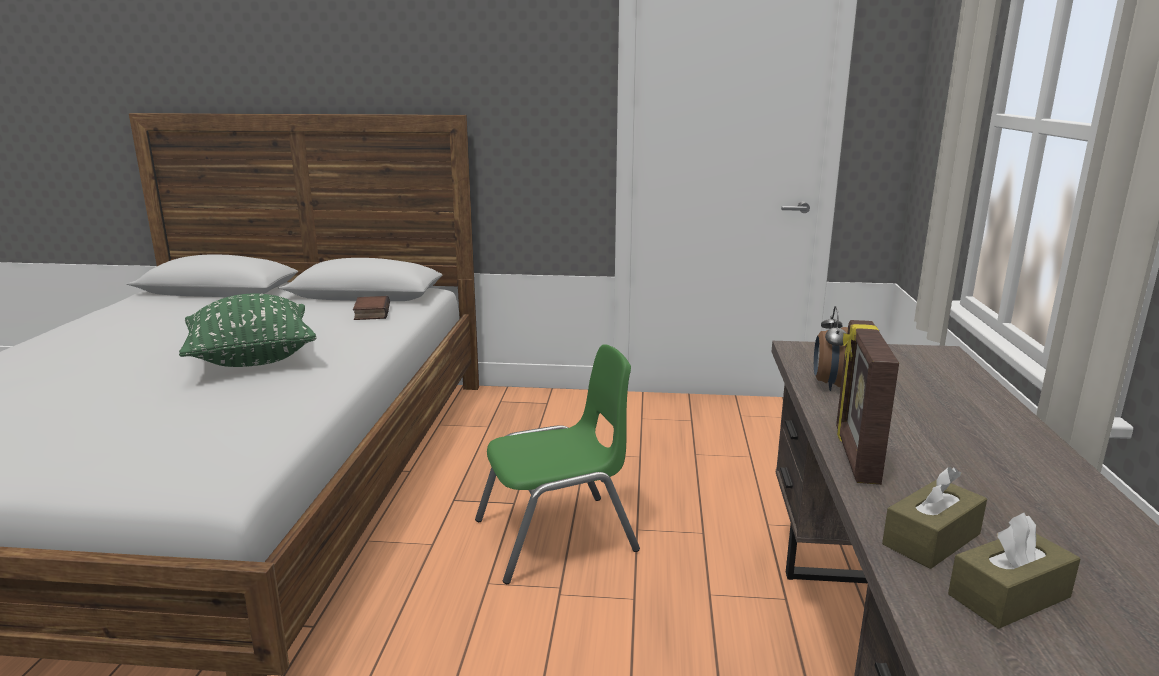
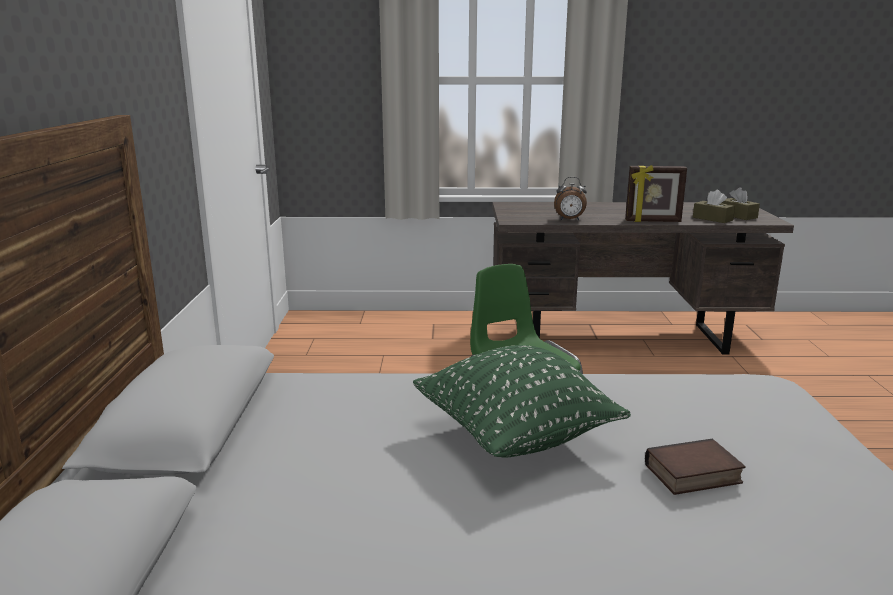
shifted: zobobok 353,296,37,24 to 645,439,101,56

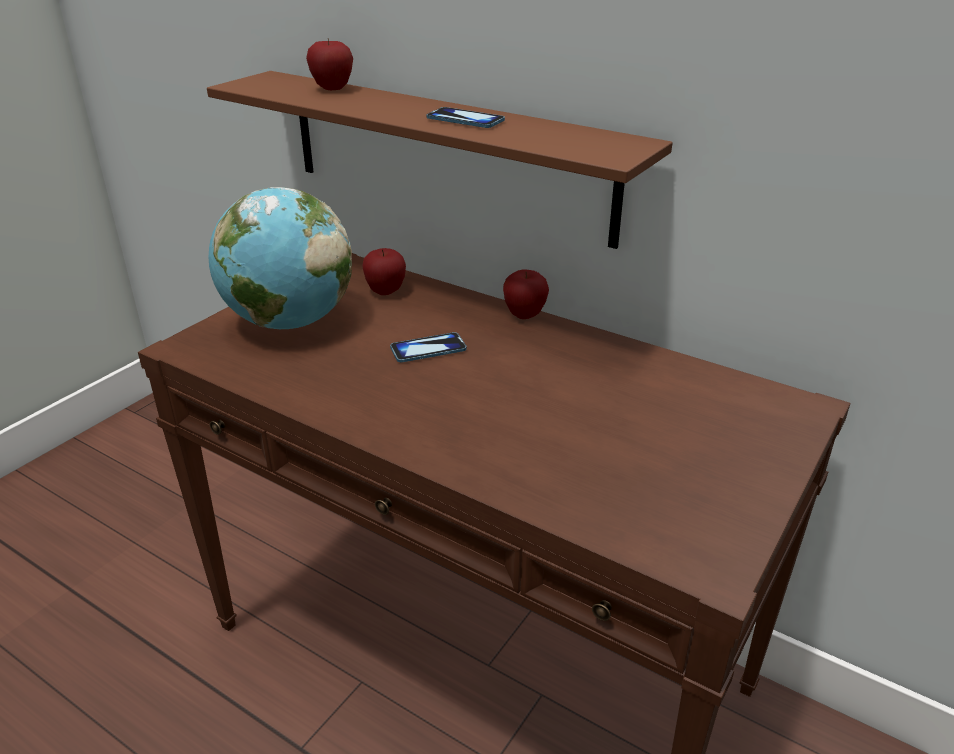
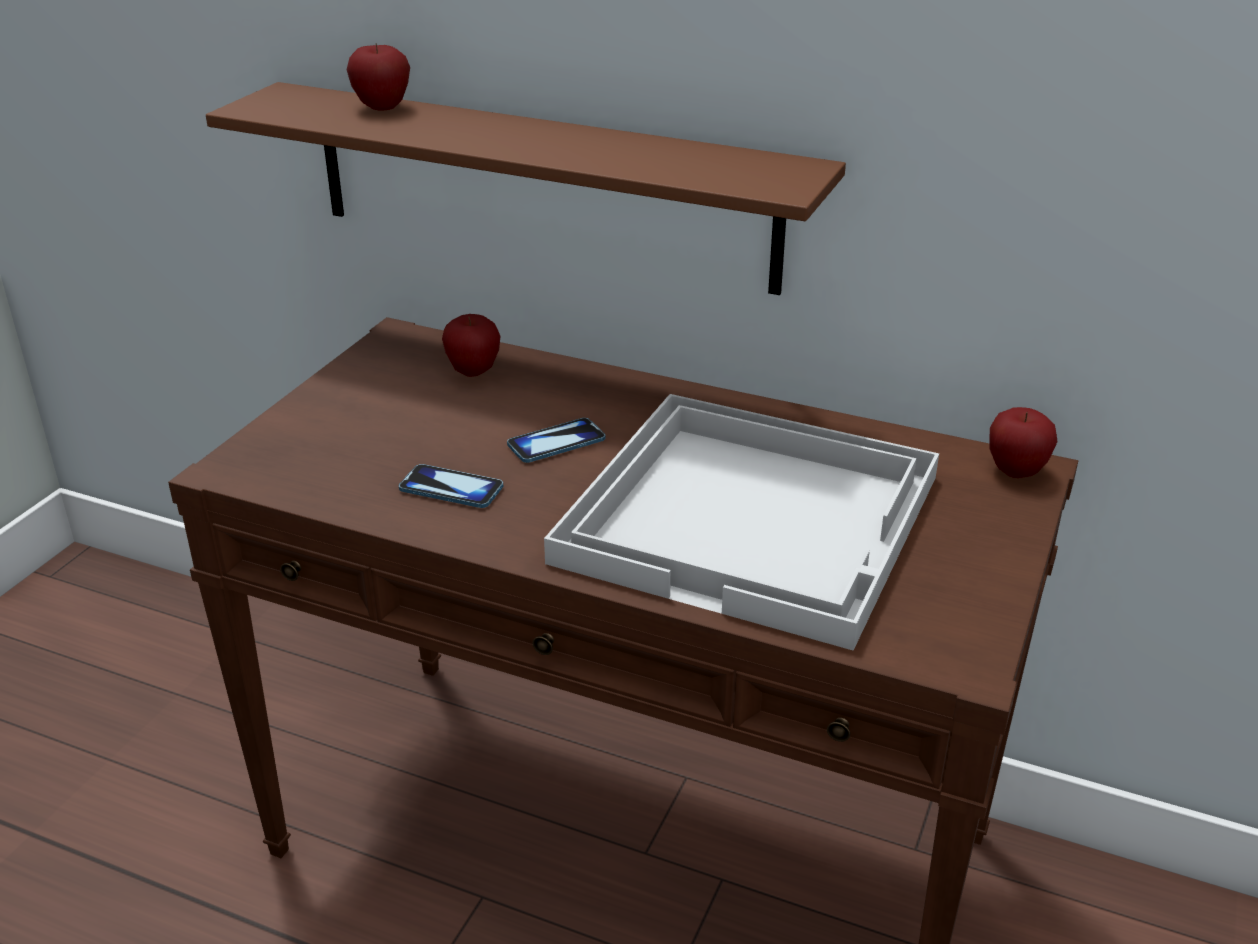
gone: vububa 209,187,143,142
new: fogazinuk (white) 544,394,395,257
shifted: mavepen 426,107,79,21 to 399,464,104,44; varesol 503,270,46,49 to 989,407,68,71

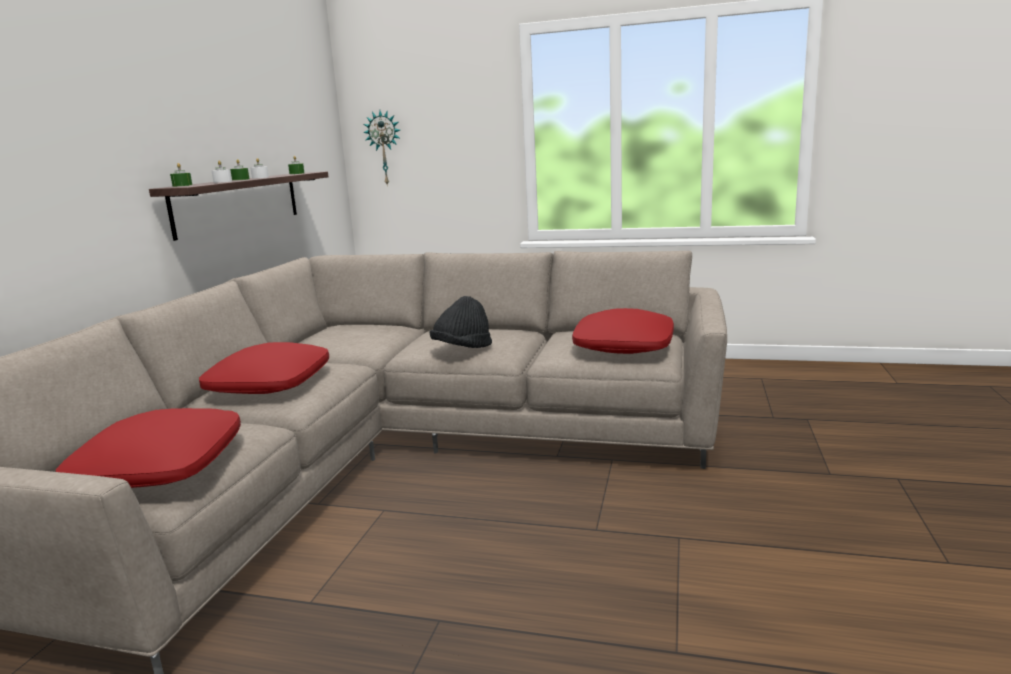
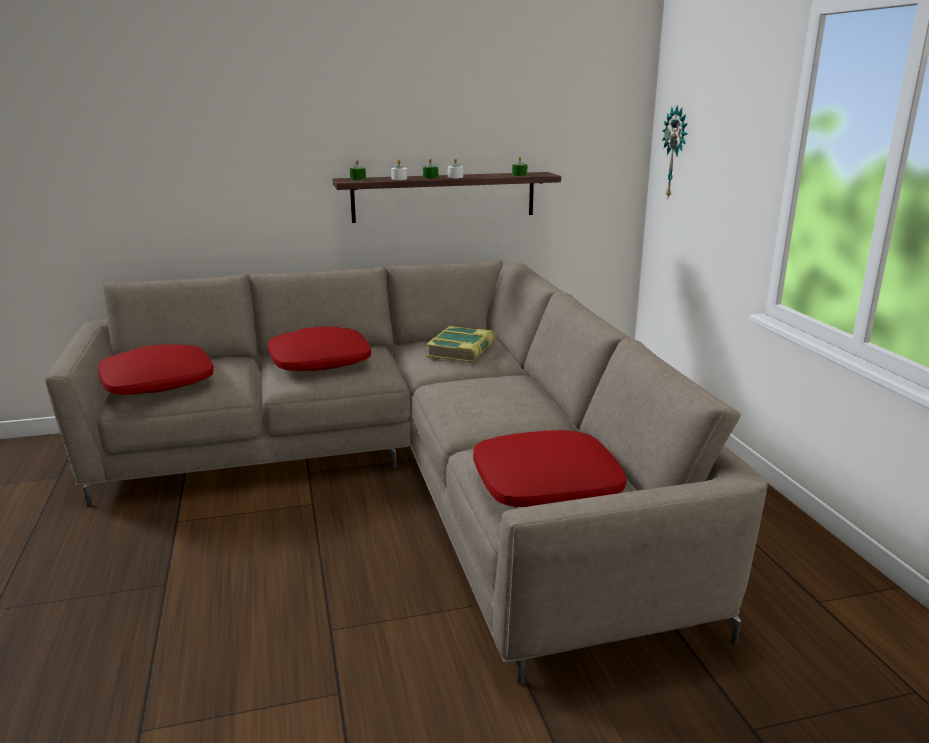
gone: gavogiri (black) 430,296,62,52
new: zobobok 426,326,70,37

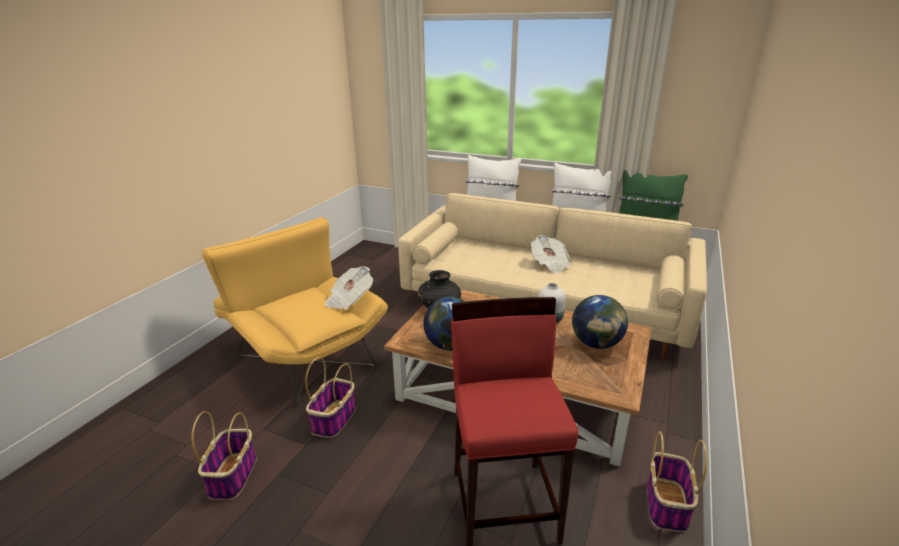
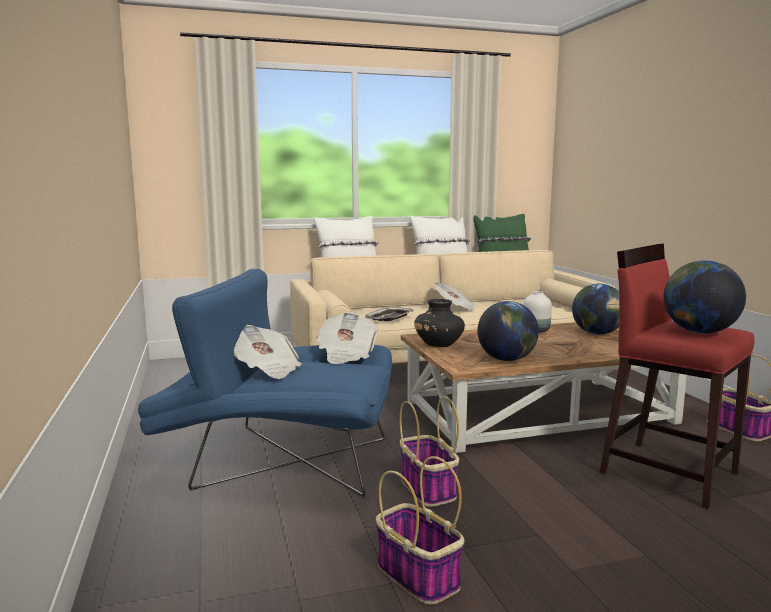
new: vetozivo 234,325,68,54; fogazinuk 365,307,49,14; vububa 663,260,83,73
repainted: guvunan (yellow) 202,217,186,189 to guvunan (blue) 138,269,254,228

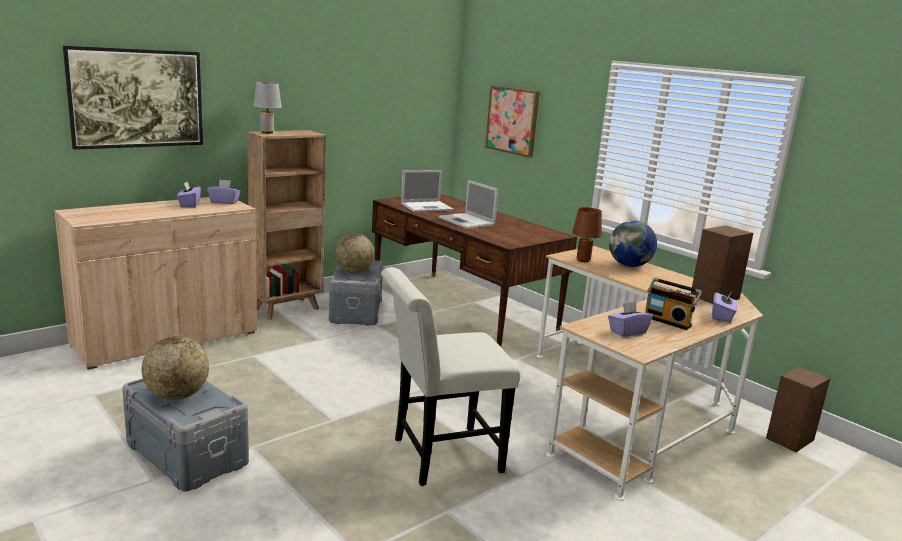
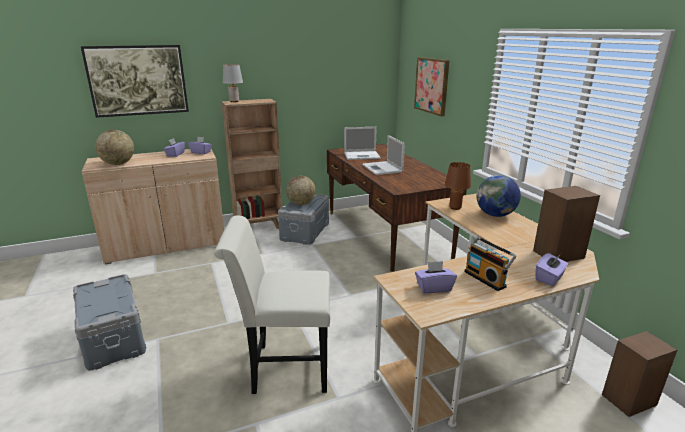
shifted: vububa 142,336,67,64 to 95,130,39,35

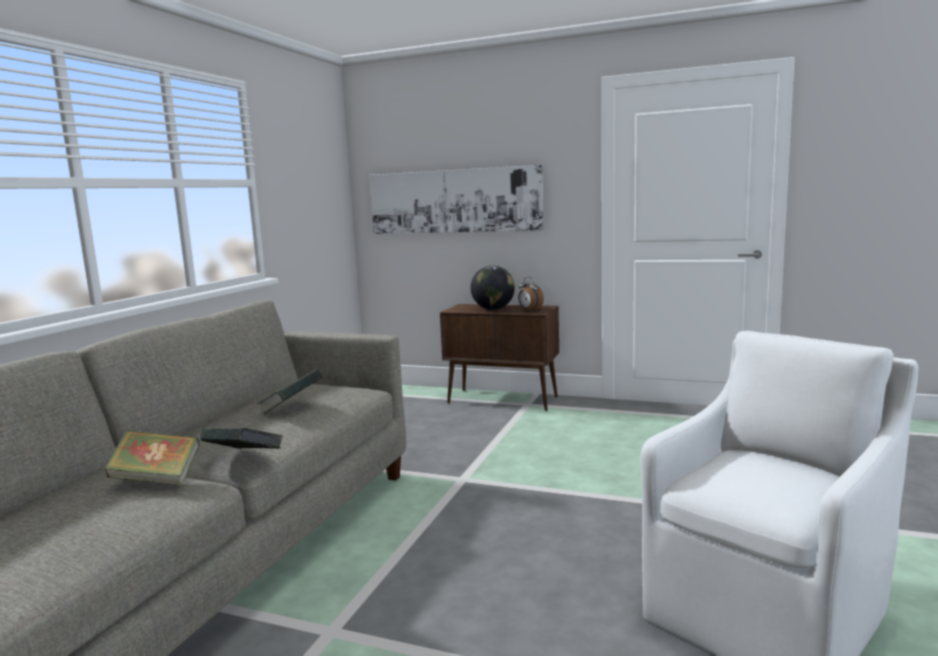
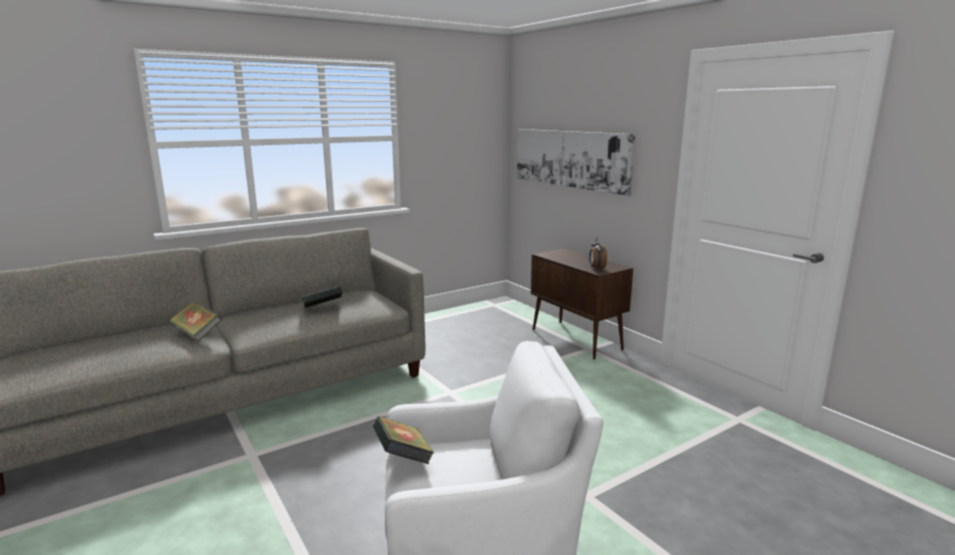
gone: vububa 471,266,44,44
shifted: zobobok 200,428,83,21 to 373,416,61,48

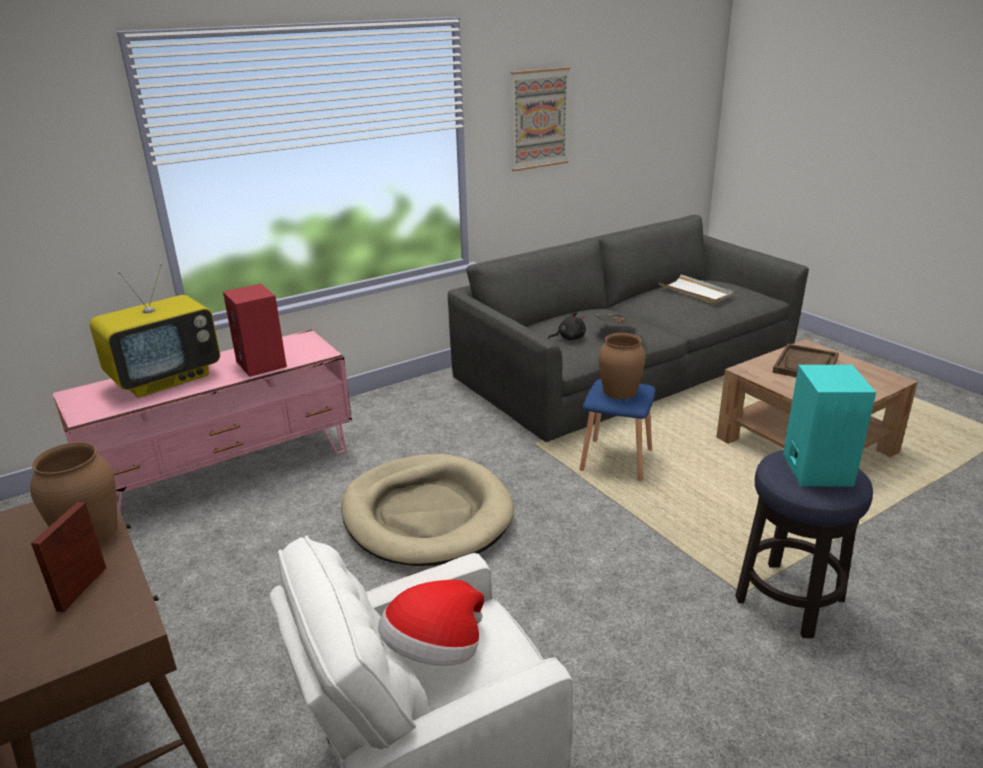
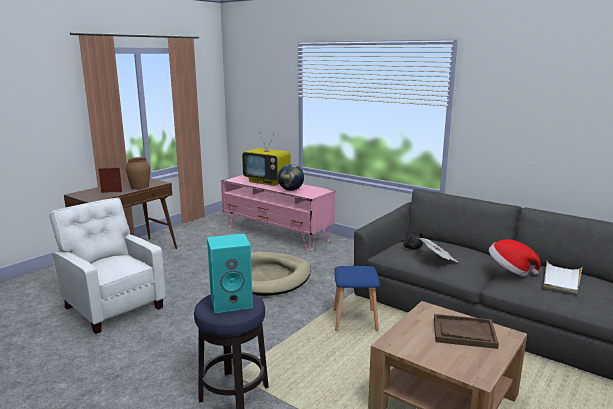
gone: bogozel 511,67,59,104; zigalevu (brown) 599,333,47,66
shifted: gavogiri 378,580,106,86 to 489,239,52,37
swapped: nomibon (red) 223,284,64,93 to vububa 278,164,26,27

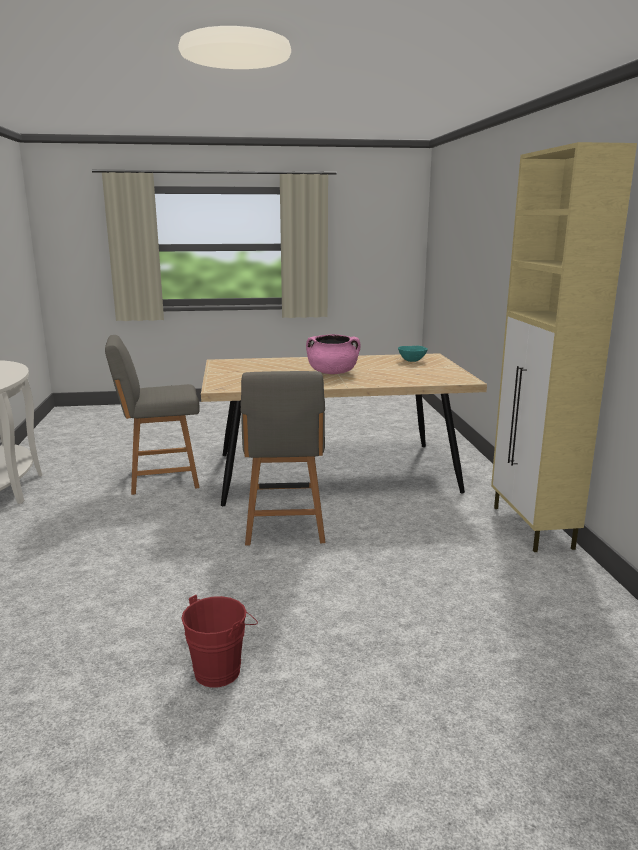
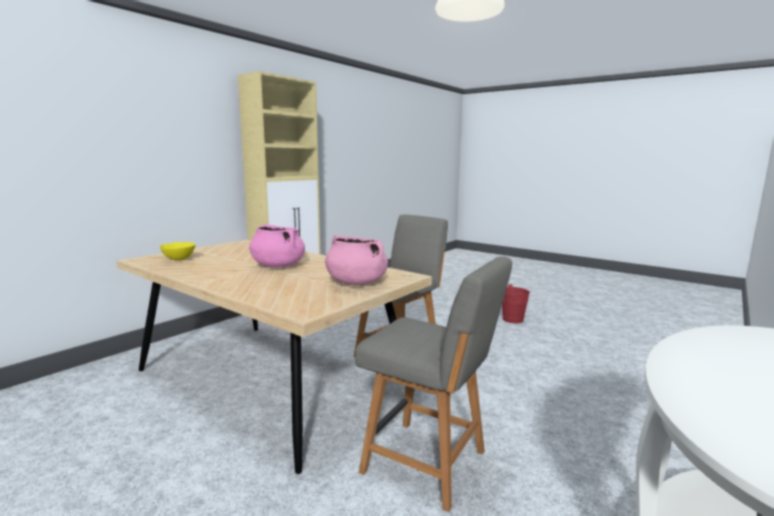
new: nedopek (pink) 325,235,63,50
repainted: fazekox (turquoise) 398,346,30,16 to fazekox (yellow) 160,242,35,18

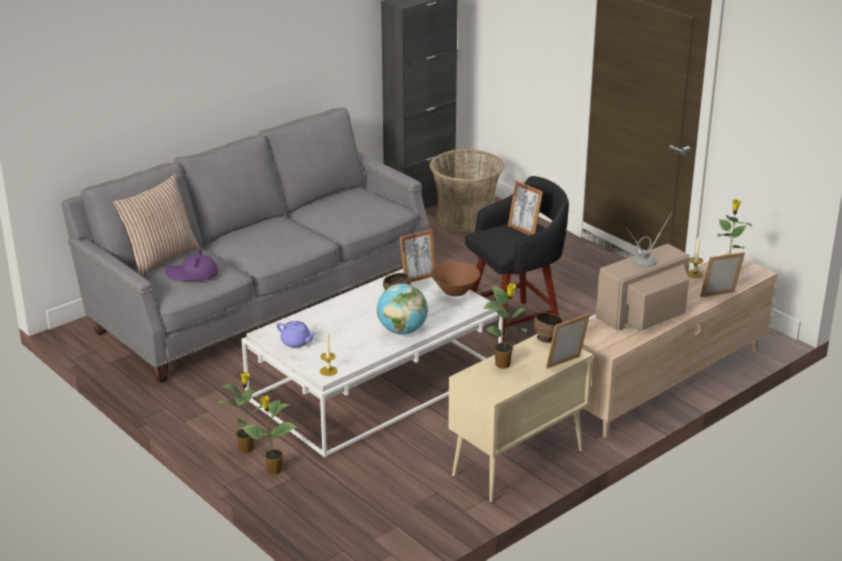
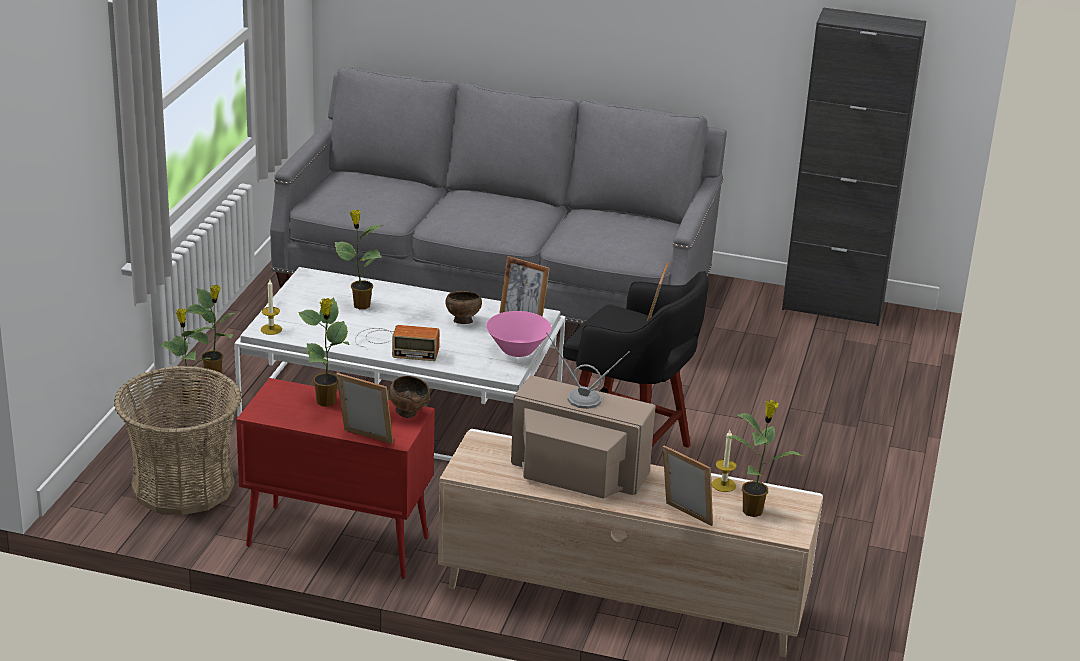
gone: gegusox 113,174,87,102; gavogiri (purple) 164,249,54,32; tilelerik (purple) 276,321,40,27
new: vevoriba 335,210,47,99
shifted: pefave 430,149,74,86 to 114,366,128,149
swapped: vububa 377,283,51,51 to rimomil 355,325,84,36
repainted: fazekox (brown) 431,262,49,34 to fazekox (pink) 486,311,65,46; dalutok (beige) 448,334,145,169 to dalutok (red) 236,378,199,201

